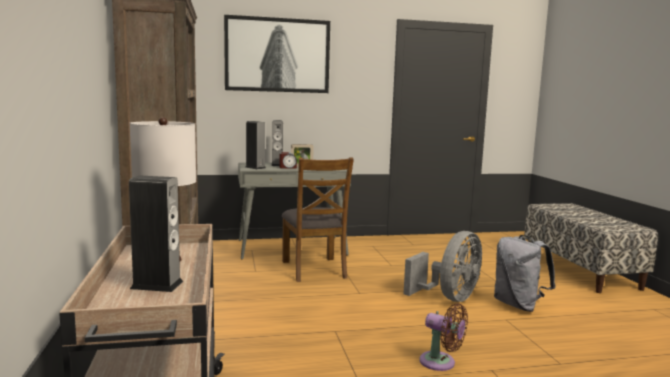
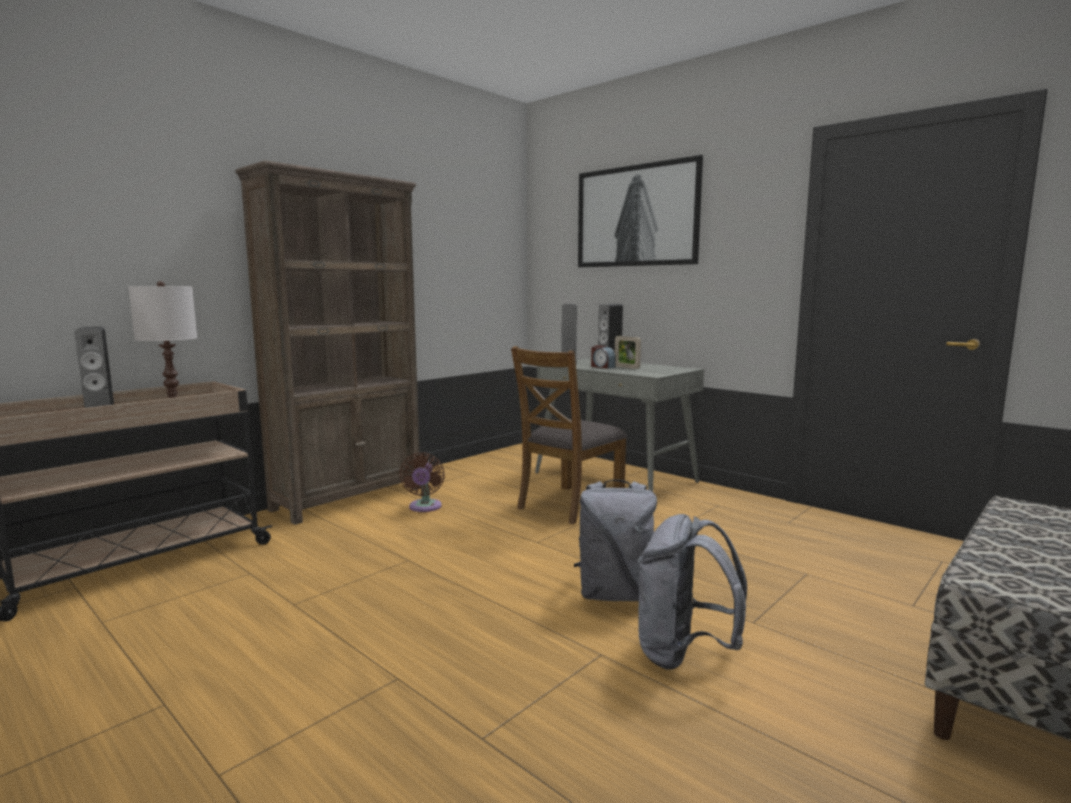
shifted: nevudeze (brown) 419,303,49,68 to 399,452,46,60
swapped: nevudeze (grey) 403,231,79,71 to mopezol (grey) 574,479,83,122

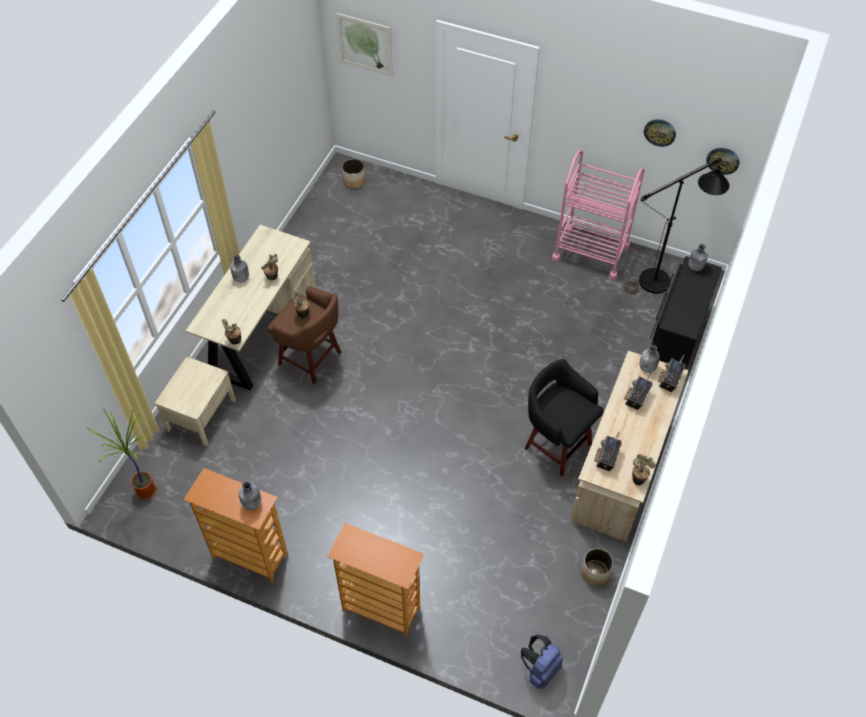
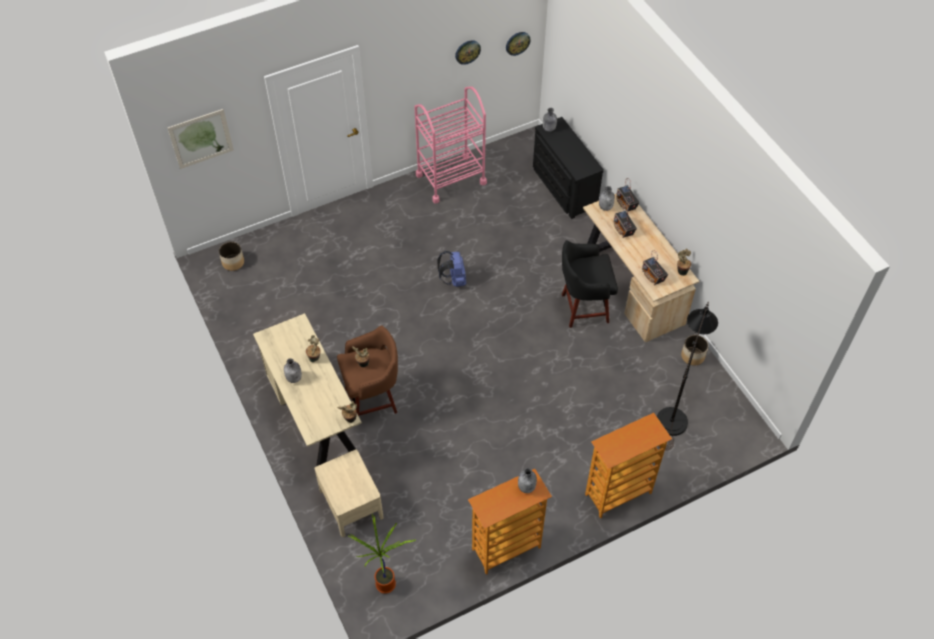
shifted: mopezol (blue) 521,634,42,55 to 437,251,29,36; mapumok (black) 623,158,106,137 to 657,301,61,150

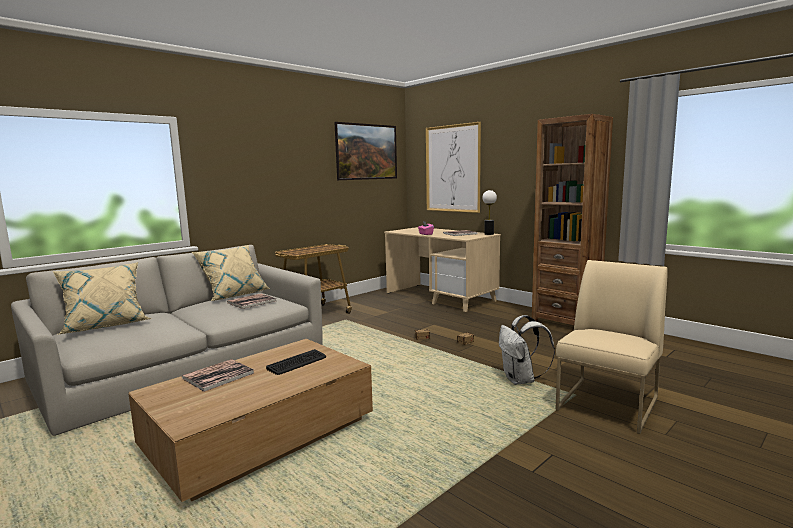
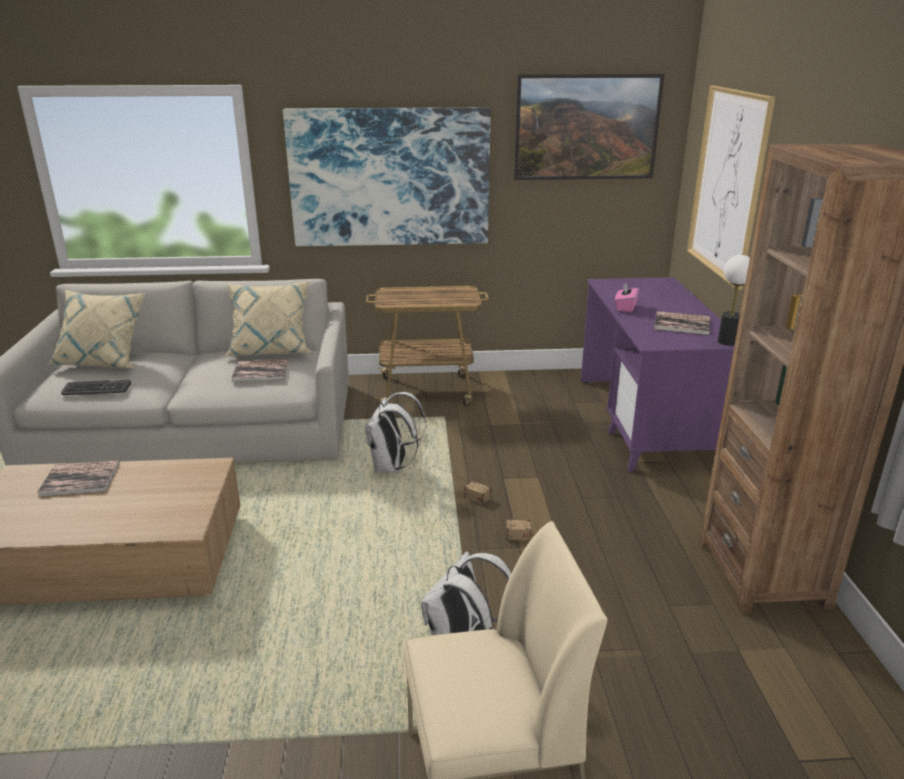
new: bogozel 283,107,208,139; mopezol (white) 365,392,61,81
shifted: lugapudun 266,349,60,26 to 61,380,70,15
repainted: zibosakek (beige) 384,227,117,85 to zibosakek (purple) 581,277,153,195

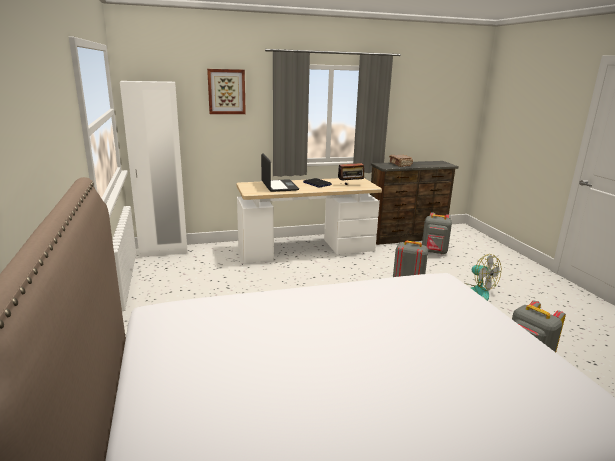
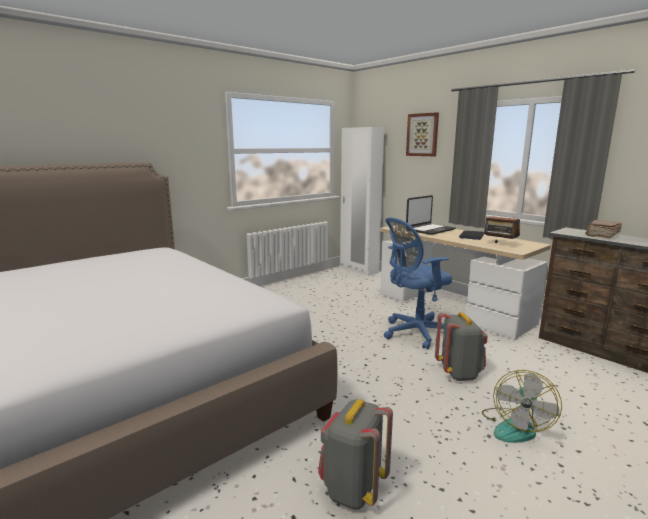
gone: mopezol (grey) 422,213,30,41
new: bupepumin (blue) 384,218,68,132

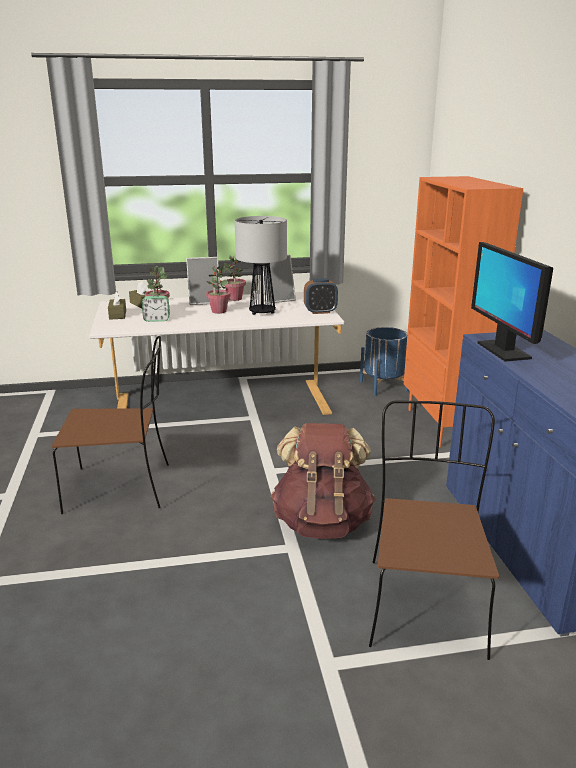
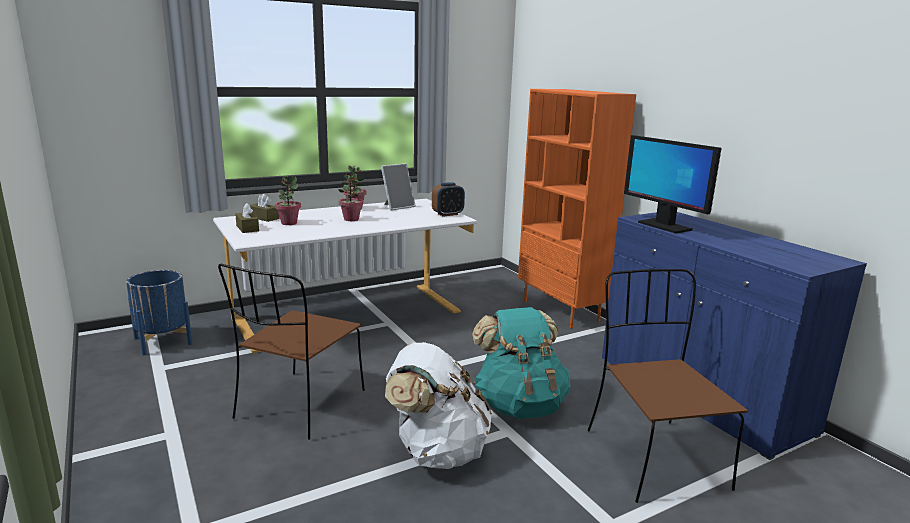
gone: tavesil 142,296,28,26; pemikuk 186,257,34,48; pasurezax 235,216,52,99
new: mopezol (white) 385,342,107,127
shifted: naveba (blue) 360,327,49,68 to 126,270,66,85
repainted: mopezol (brown) 271,423,104,116 to mopezol (turquoise) 472,307,99,112
rotated: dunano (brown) 52,336,117,178 = 218,264,147,176 135 degrees clockwise

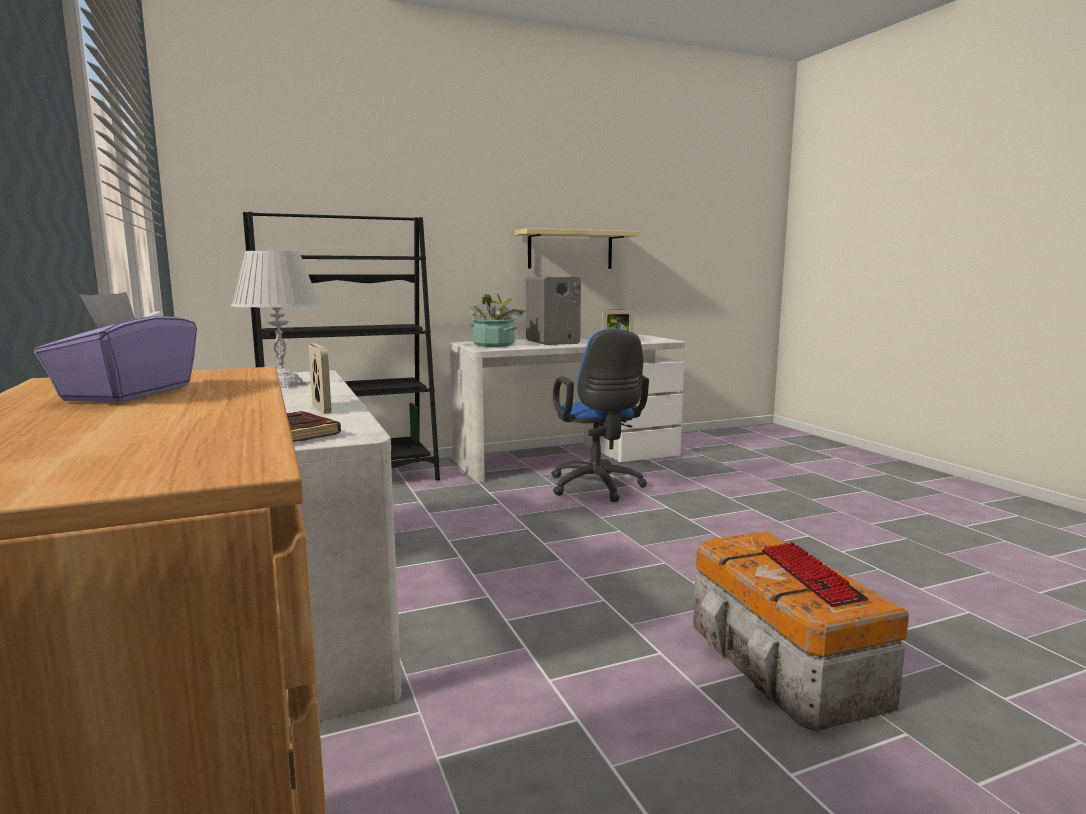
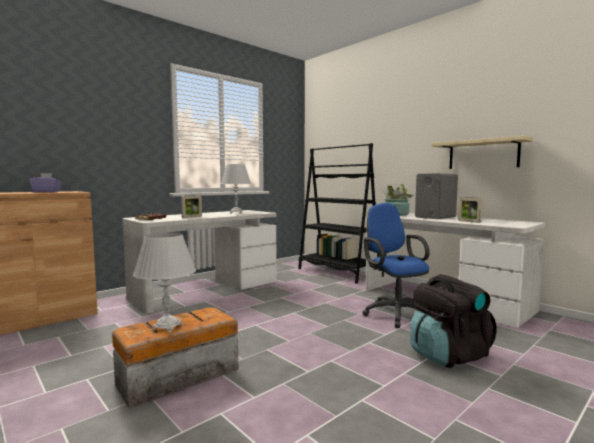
new: mopezol (black) 410,274,86,94
swapped: lugapudun 762,542,107,65 to pasurezax (white) 133,233,63,100
rotated: bupepumin (blue) 551,329,98,173 = 362,203,68,125 105 degrees clockwise

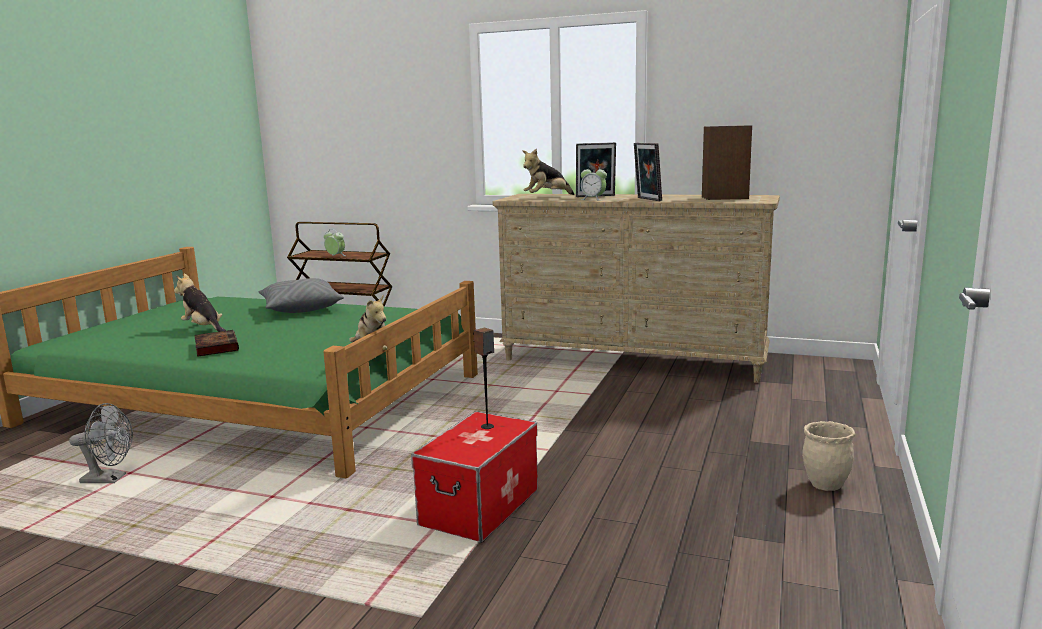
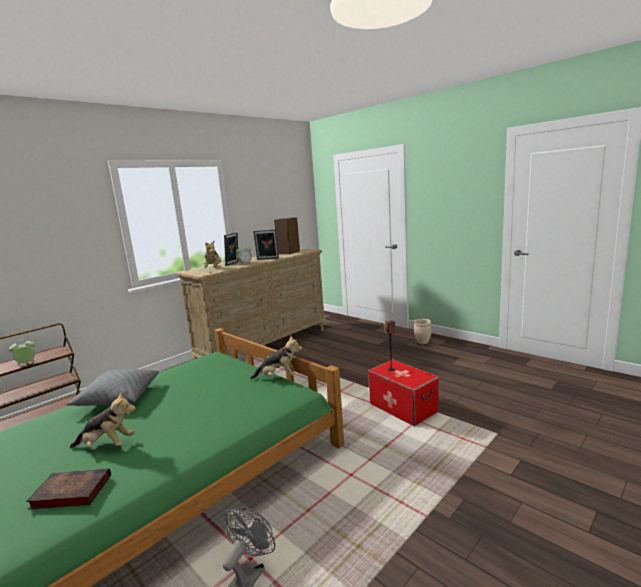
shifted: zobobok 195,330,44,27 to 26,468,85,41
rotated: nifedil 174,274,52,58 = 69,391,67,57 150 degrees counterclockwise

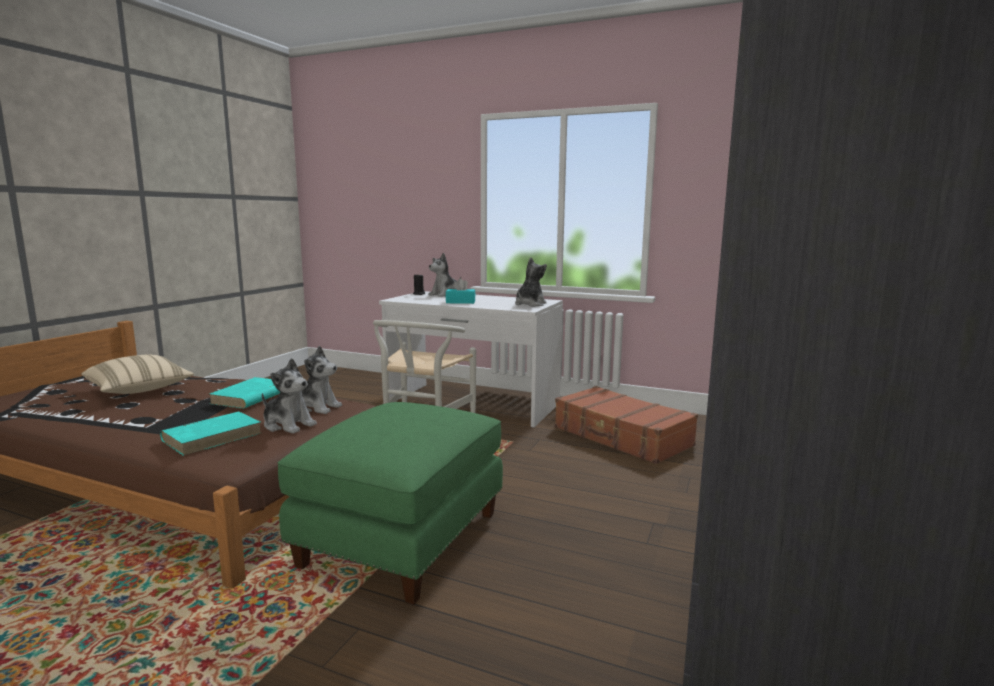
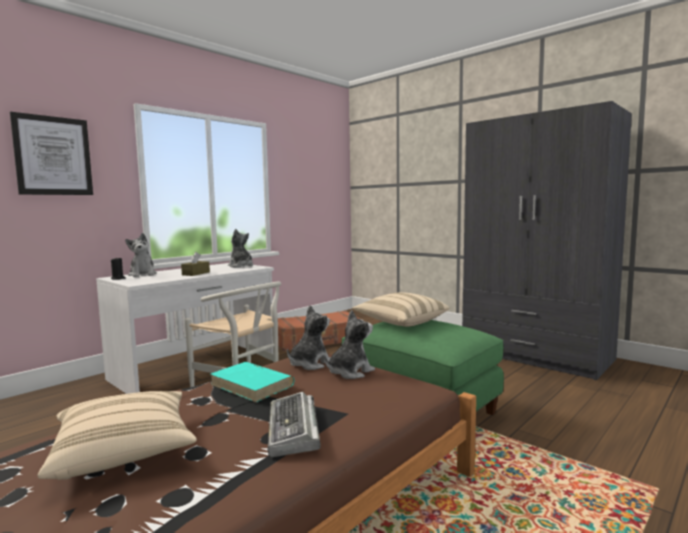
gone: zobobok (turquoise) 160,412,102,44
new: bogozel 10,112,83,83; lugapudun 267,392,54,65; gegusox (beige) 352,292,98,35
repainted: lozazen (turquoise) 446,278,30,26 to lozazen (brown) 181,252,29,24

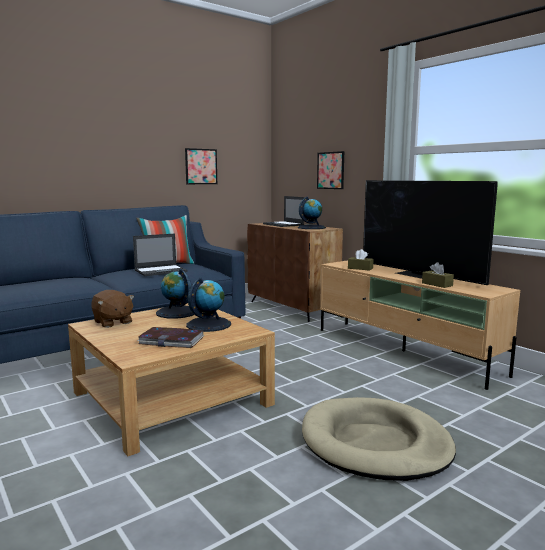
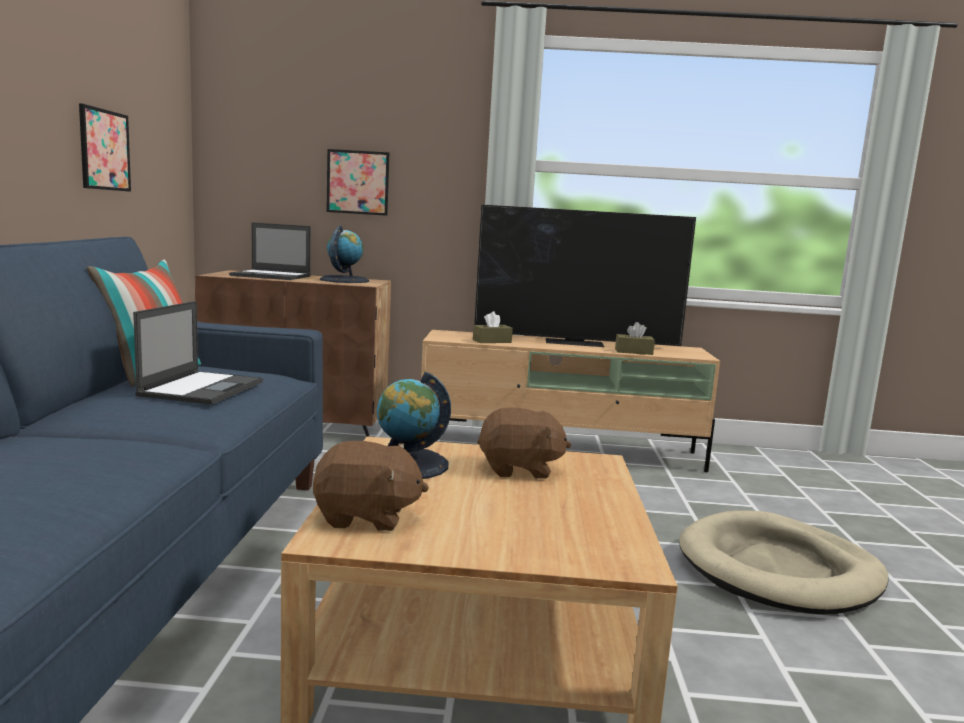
gone: zobobok 137,327,68,21
swapped: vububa 186,277,45,55 to nifedil (brown) 477,408,94,70

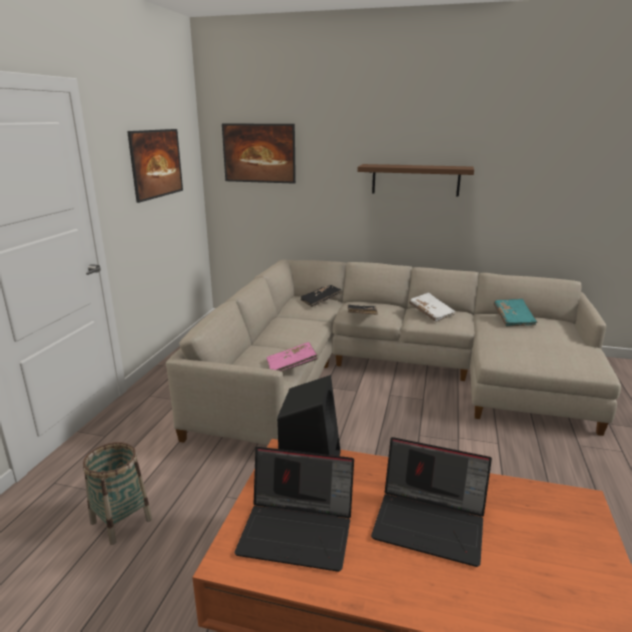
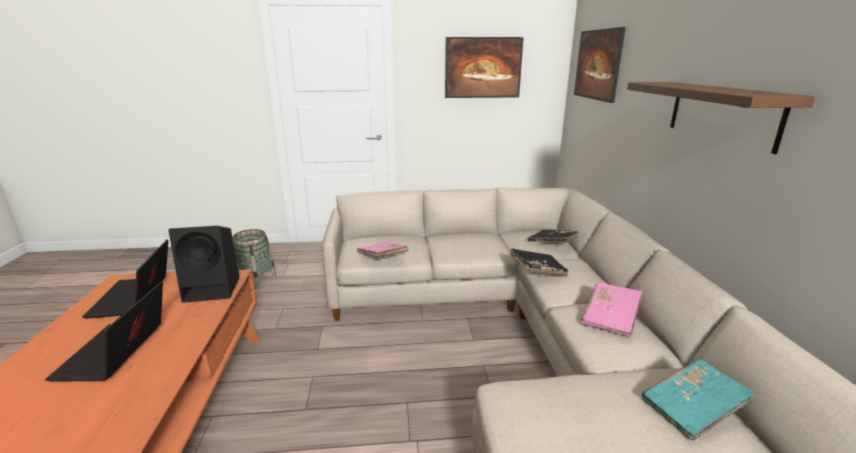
repainted: zobobok (white) 409,292,47,30 to zobobok (pink) 581,282,61,55

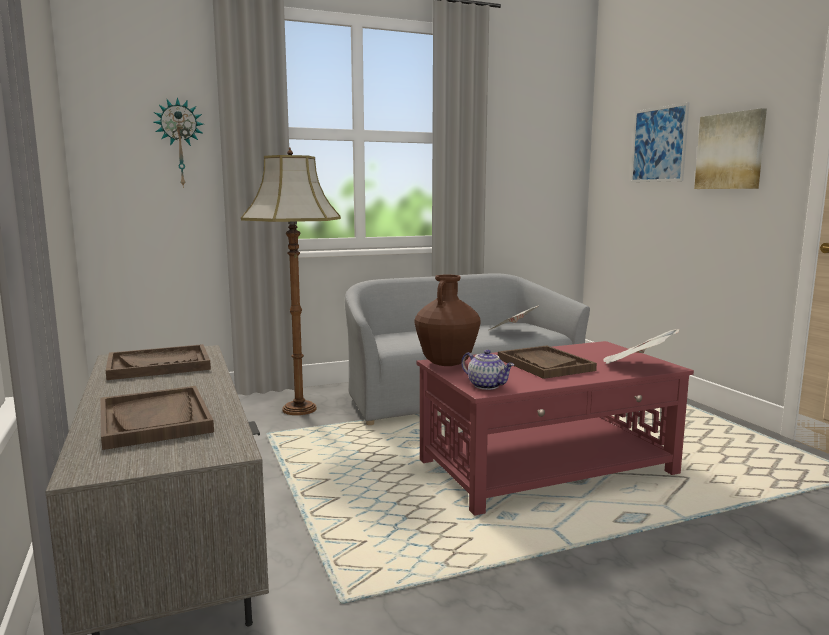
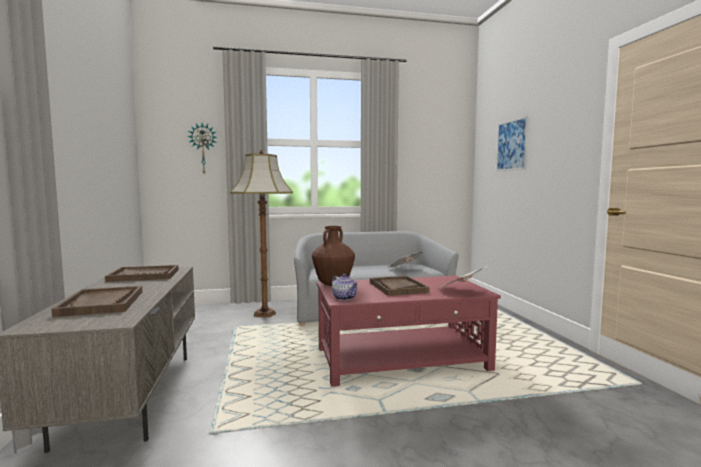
gone: bogozel 694,108,73,81

